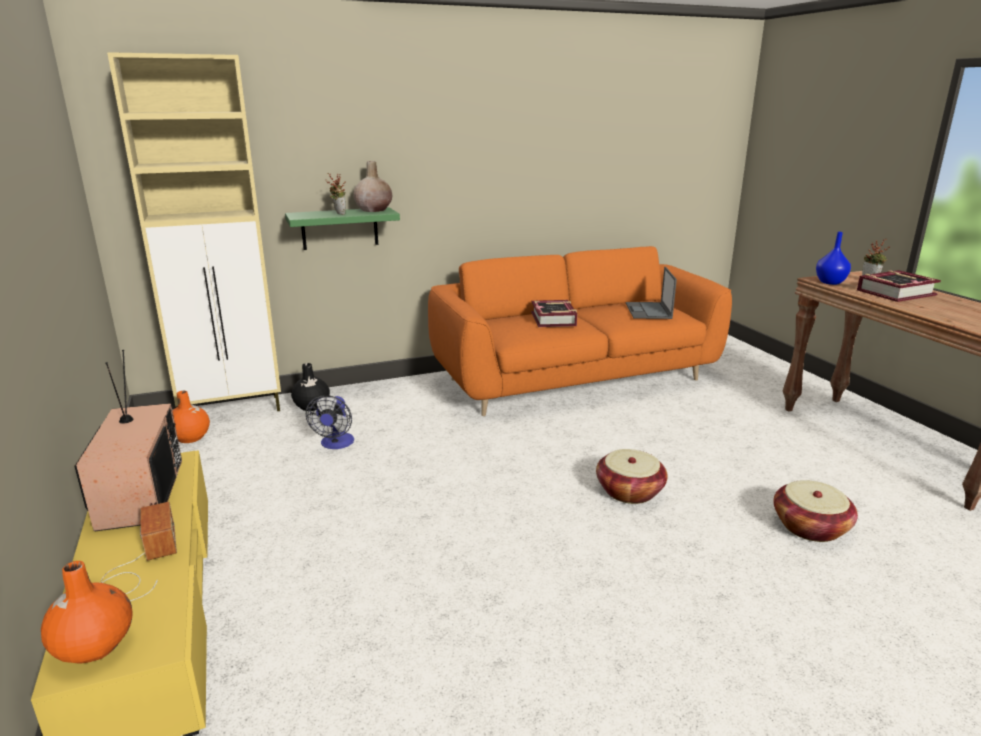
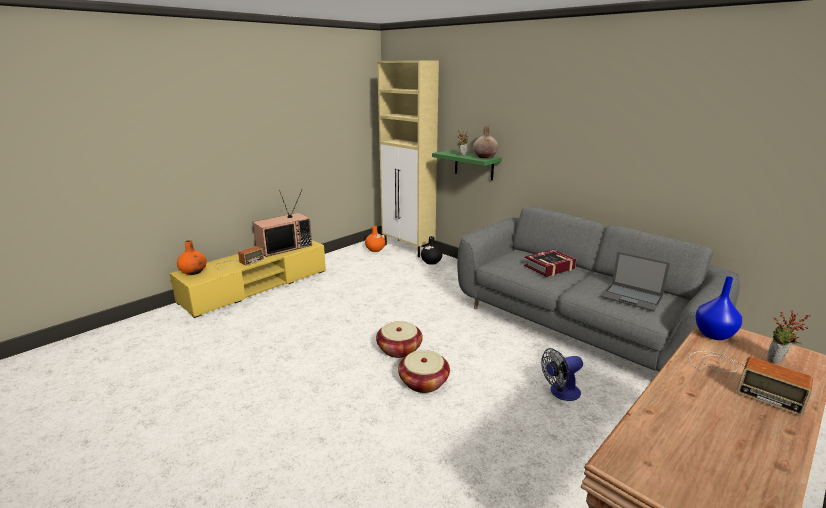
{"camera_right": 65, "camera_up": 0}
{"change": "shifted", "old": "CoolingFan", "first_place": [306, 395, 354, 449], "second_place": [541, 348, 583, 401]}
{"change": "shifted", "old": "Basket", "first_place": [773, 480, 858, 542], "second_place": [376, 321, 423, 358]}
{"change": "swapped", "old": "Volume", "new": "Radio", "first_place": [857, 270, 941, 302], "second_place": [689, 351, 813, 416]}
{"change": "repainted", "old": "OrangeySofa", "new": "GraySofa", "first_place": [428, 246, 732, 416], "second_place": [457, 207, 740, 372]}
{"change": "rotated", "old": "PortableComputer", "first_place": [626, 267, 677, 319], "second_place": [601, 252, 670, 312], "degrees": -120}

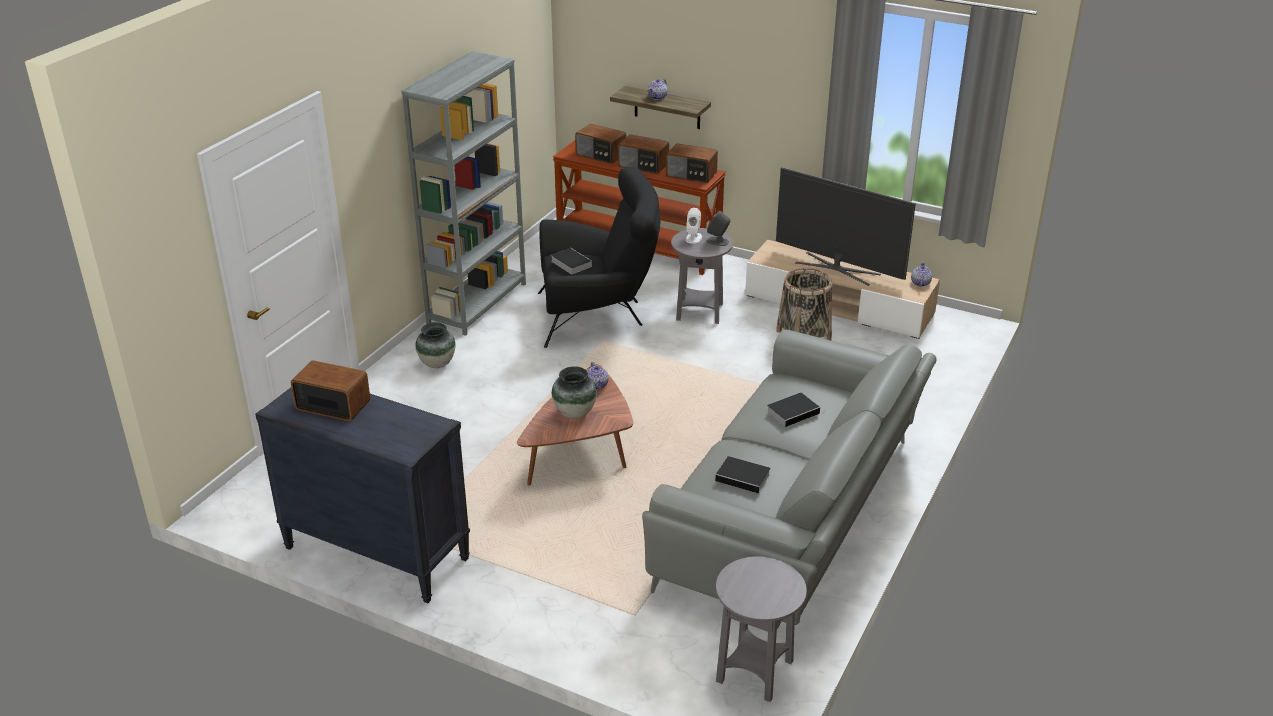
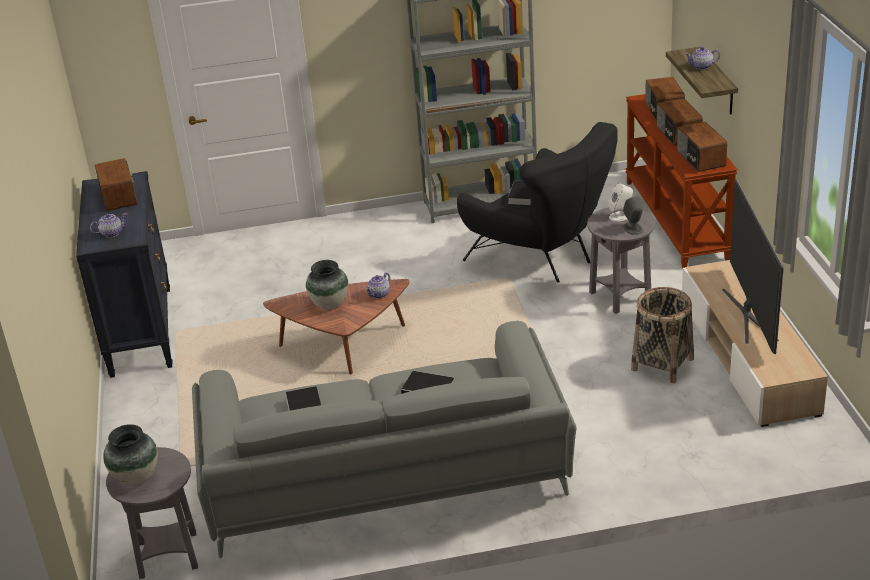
{"camera_right": 55, "camera_up": 0}
{"change": "shifted", "old": "DecorativeVase", "first_place": [415, 322, 456, 368], "second_place": [103, 424, 158, 485]}
{"change": "shifted", "old": "Teapot", "first_place": [911, 262, 932, 287], "second_place": [90, 213, 127, 238]}

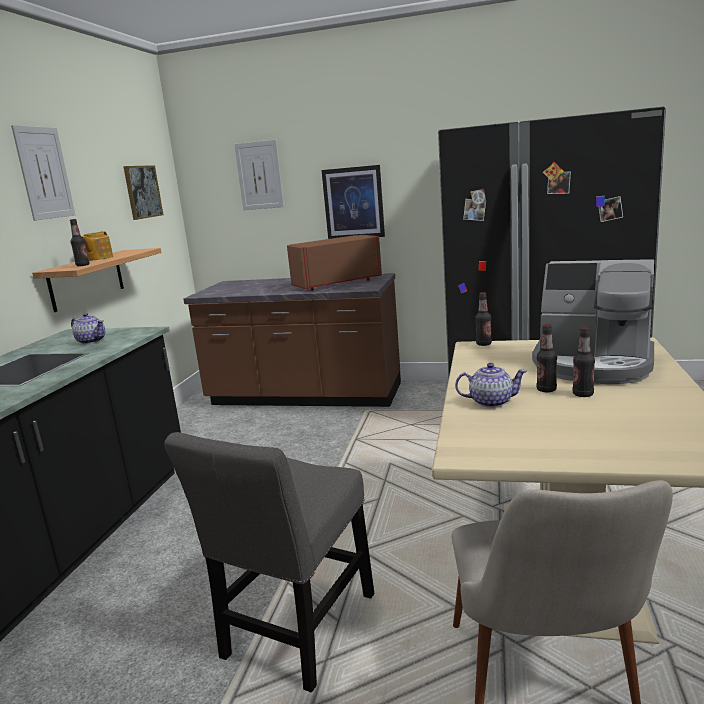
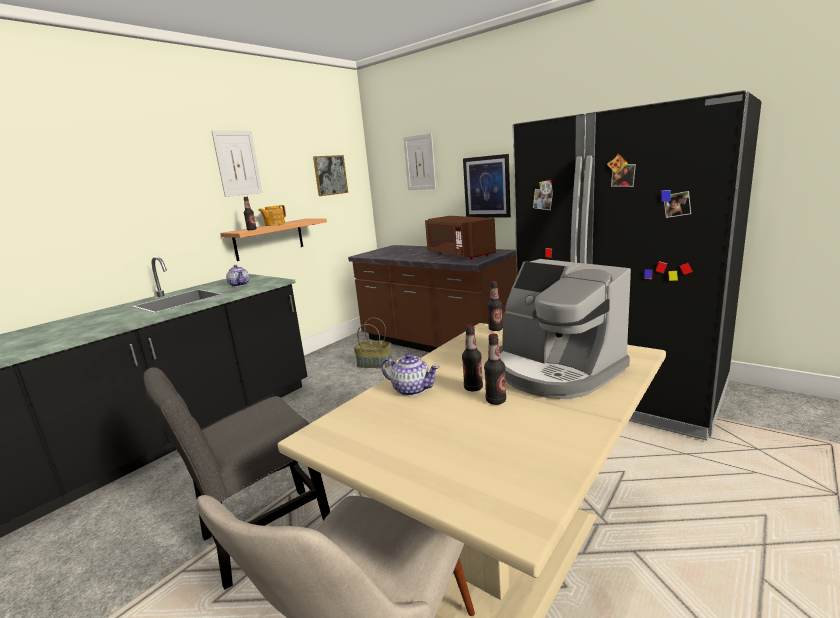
{"camera_right": 25, "camera_up": 0}
{"change": "new", "new": "Basket", "second_place": [354, 318, 392, 368]}
{"change": "rotated", "old": "BrownMicrowaveOven", "first_place": [287, 235, 382, 291], "second_place": [425, 216, 496, 259], "degrees": -120}

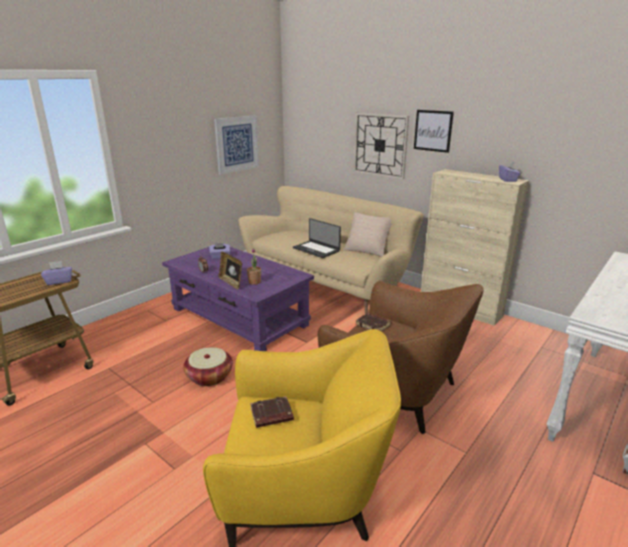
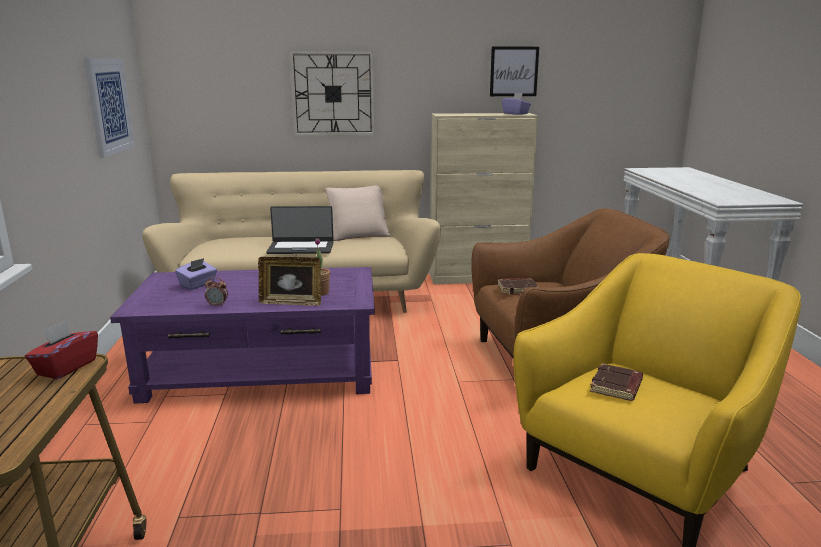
{"camera_right": -45, "camera_up": -5}
{"change": "gone", "old": "Basket", "first_place": [183, 347, 233, 386]}
{"change": "shifted", "old": "WallPicture", "first_place": [414, 110, 454, 153], "second_place": [490, 46, 539, 96]}
{"change": "repainted", "old": "PurpleColouredTissueBox", "new": "ReddishTissueBox", "first_place": [41, 261, 72, 285], "second_place": [25, 321, 98, 379]}

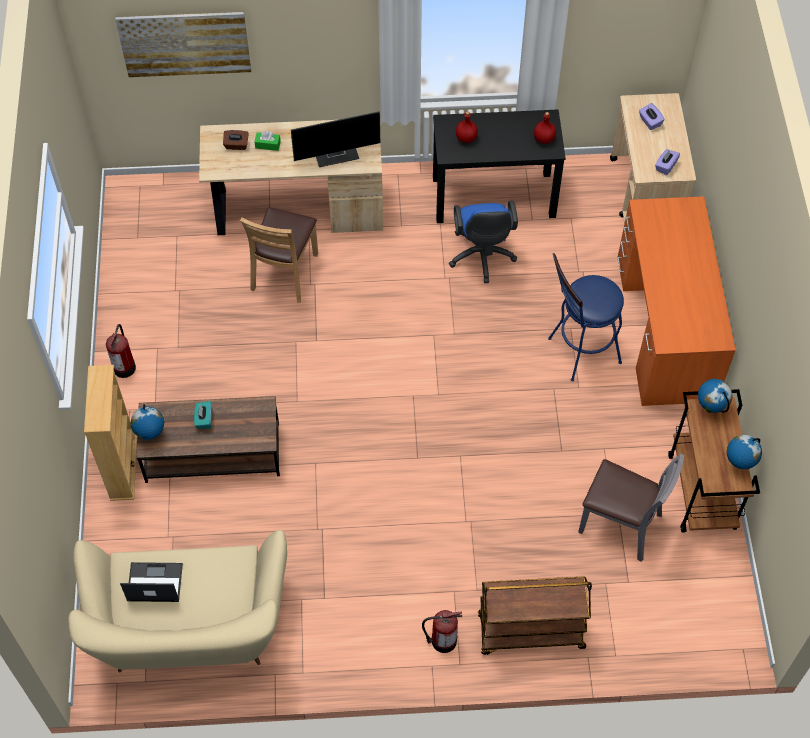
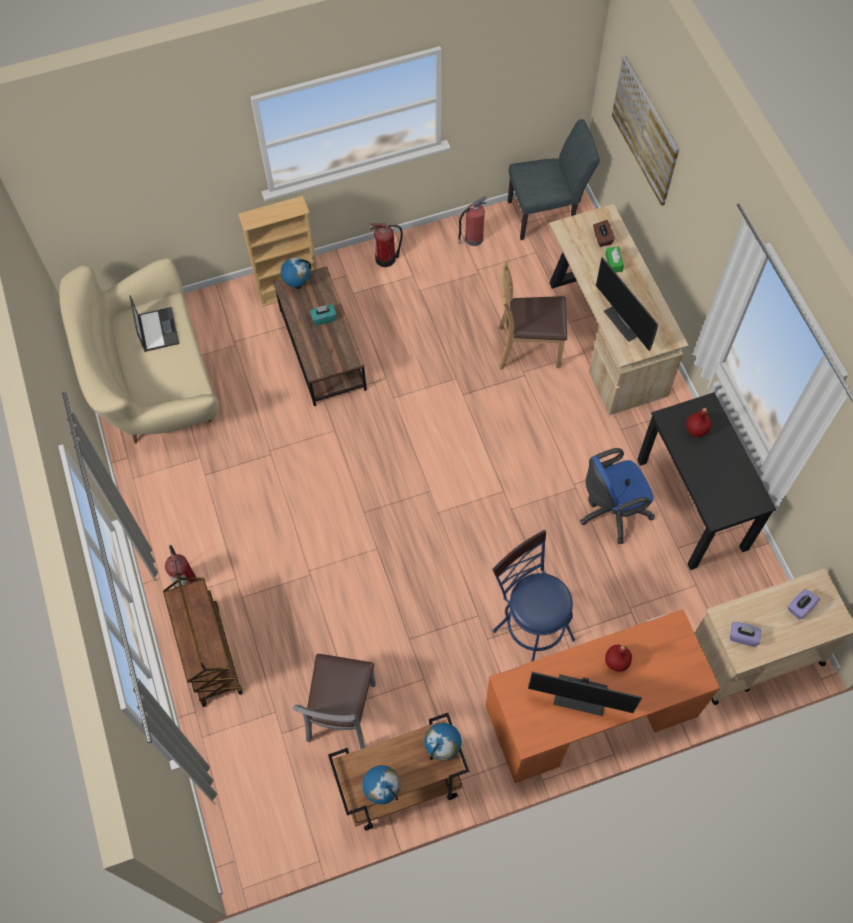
{"camera_right": 75, "camera_up": 5}
{"change": "new", "new": "Extinguisher", "second_place": [457, 196, 487, 246]}
{"change": "new", "new": "GrayChair", "second_place": [508, 119, 600, 240]}
{"change": "new", "new": "ComputerDisplay", "second_place": [528, 672, 642, 716]}
{"change": "shifted", "old": "ReddishDrinkBottle", "first_place": [534, 112, 556, 144], "second_place": [605, 645, 632, 672]}

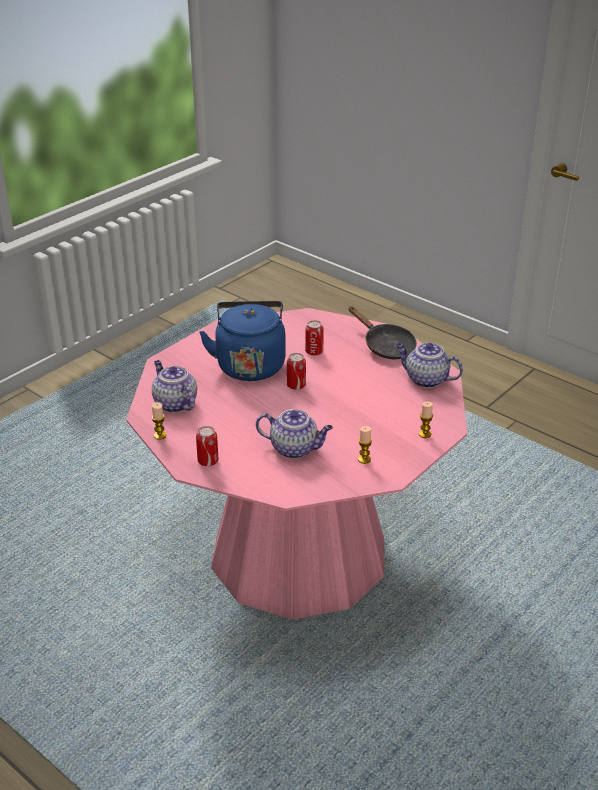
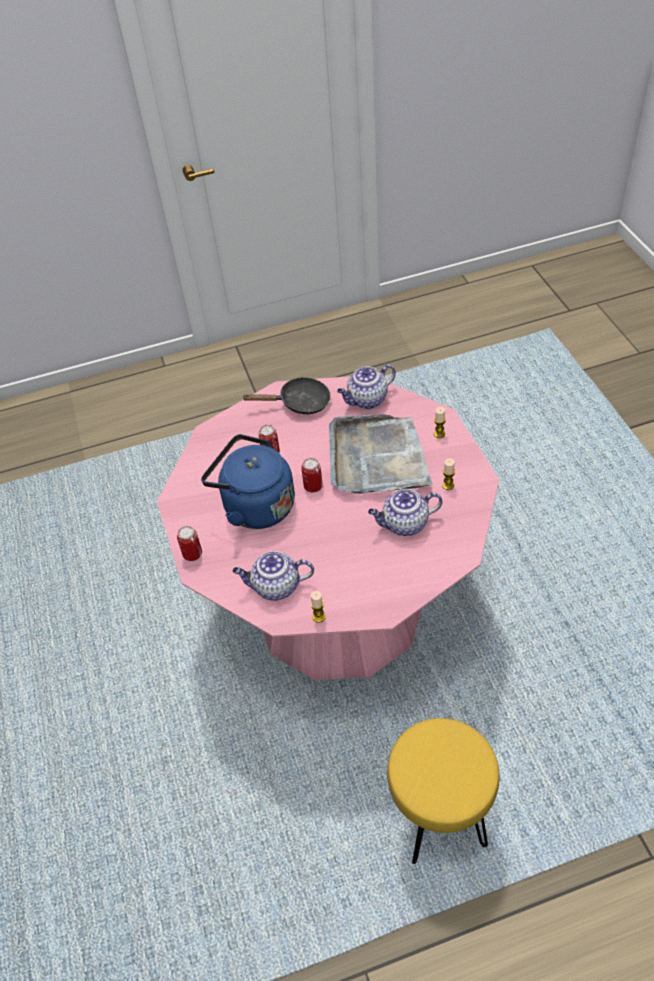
{"camera_right": -55, "camera_up": 15}
{"change": "new", "new": "GrayCarryingTray", "second_place": [329, 414, 433, 494]}
{"change": "new", "new": "YellowStool", "second_place": [387, 718, 499, 864]}
{"change": "shifted", "old": "Can", "first_place": [196, 426, 219, 466], "second_place": [177, 526, 202, 561]}
{"change": "rotated", "old": "Teapot", "first_place": [256, 409, 333, 459], "second_place": [368, 489, 442, 536], "degrees": -150}

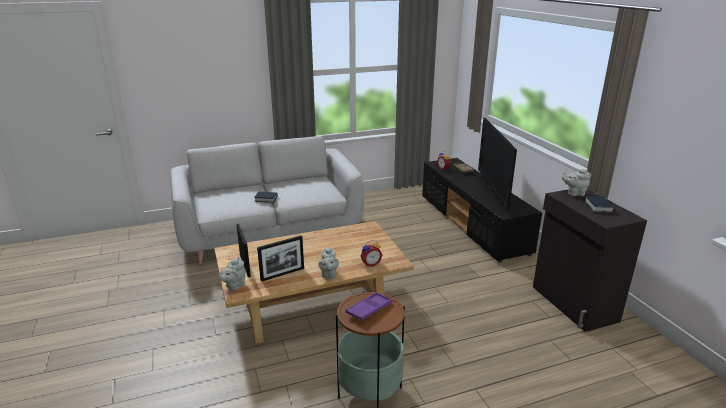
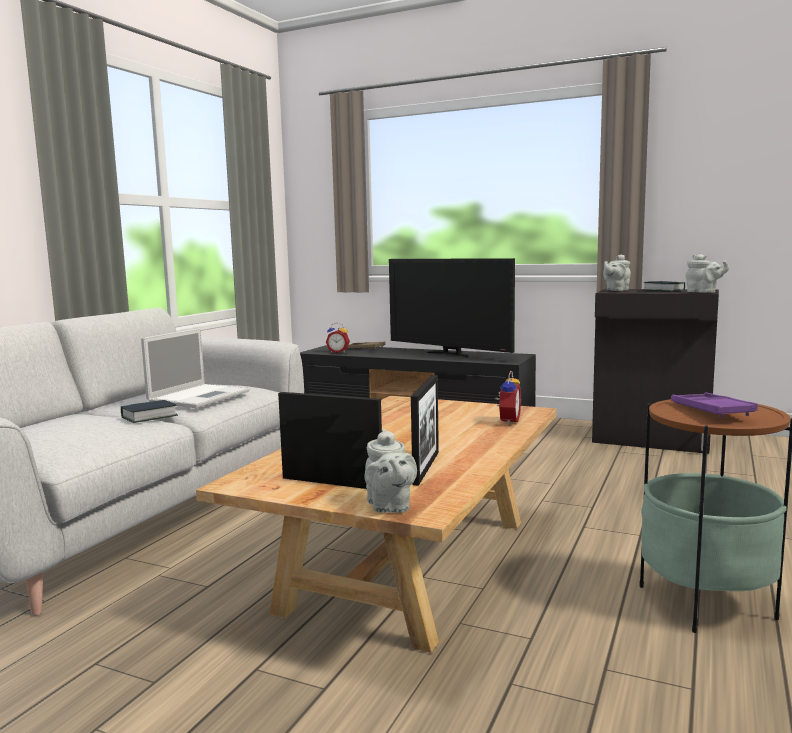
{"camera_right": -45, "camera_up": -15}
{"change": "new", "new": "PortableComputer", "second_place": [141, 328, 250, 408]}
{"change": "shifted", "old": "GrayTeapot", "first_place": [318, 246, 339, 279], "second_place": [686, 254, 729, 293]}

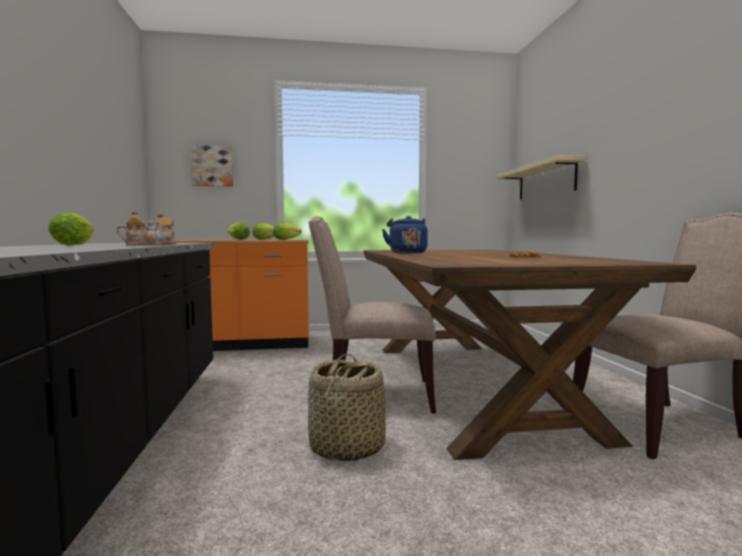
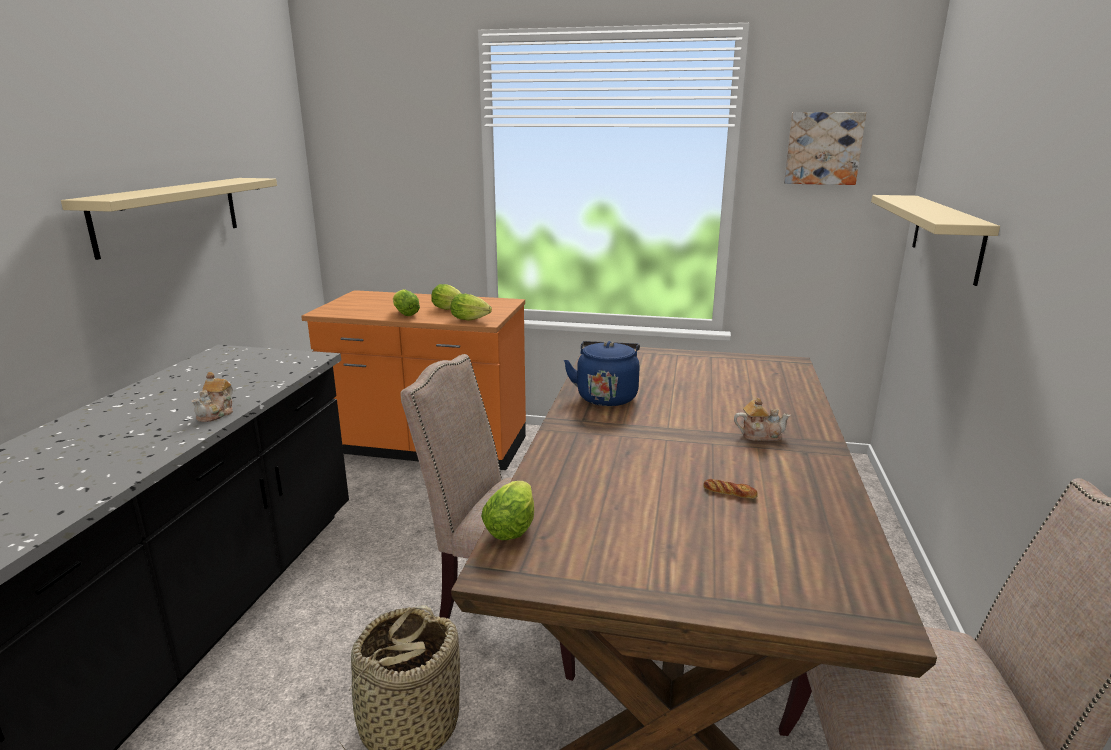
{"camera_right": 20, "camera_up": 15}
{"change": "new", "new": "BeigeWallShelf", "second_place": [61, 178, 277, 260]}
{"change": "shifted", "old": "Lettuce", "first_place": [48, 212, 94, 246], "second_place": [481, 481, 534, 540]}
{"change": "shifted", "old": "Teapot", "first_place": [116, 210, 166, 245], "second_place": [734, 398, 791, 441]}
{"change": "shifted", "old": "WallPicture", "first_place": [190, 145, 233, 187], "second_place": [784, 112, 866, 185]}

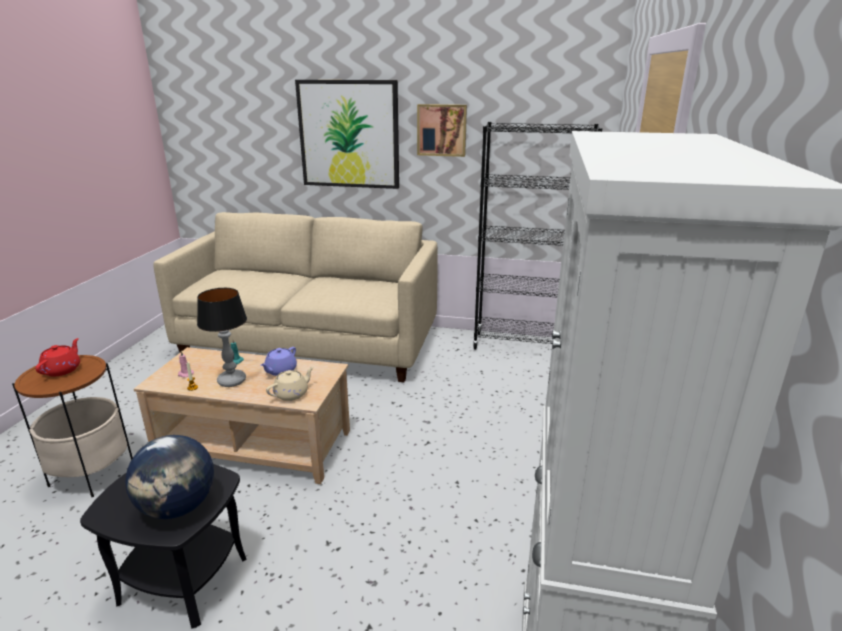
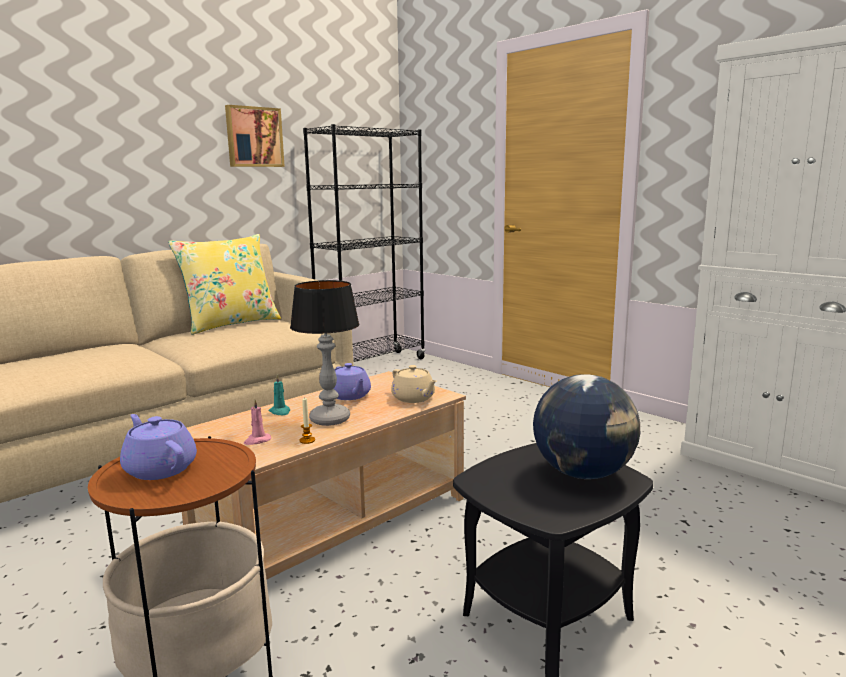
{"camera_right": -55, "camera_up": -10}
{"change": "gone", "old": "WallPicture", "first_place": [295, 80, 399, 189]}
{"change": "new", "new": "YellowPillow", "second_place": [168, 234, 281, 335]}
{"change": "repainted", "old": "ReddishTeapot", "new": "PurpleColouredTeapot", "first_place": [35, 338, 80, 376], "second_place": [120, 414, 197, 480]}
{"change": "rotated", "old": "BeigeTeapot", "first_place": [266, 366, 314, 401], "second_place": [391, 365, 437, 403], "degrees": 150}

